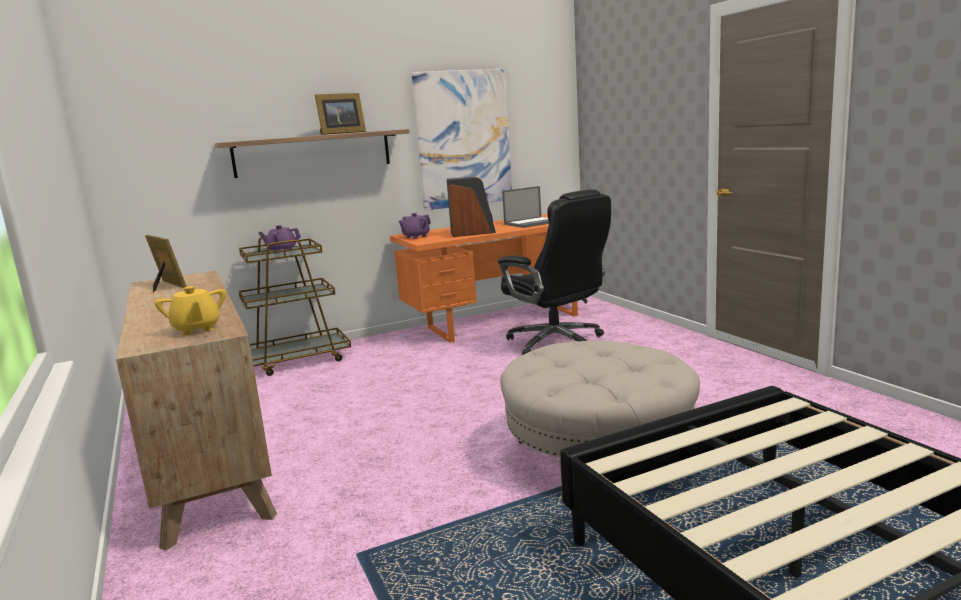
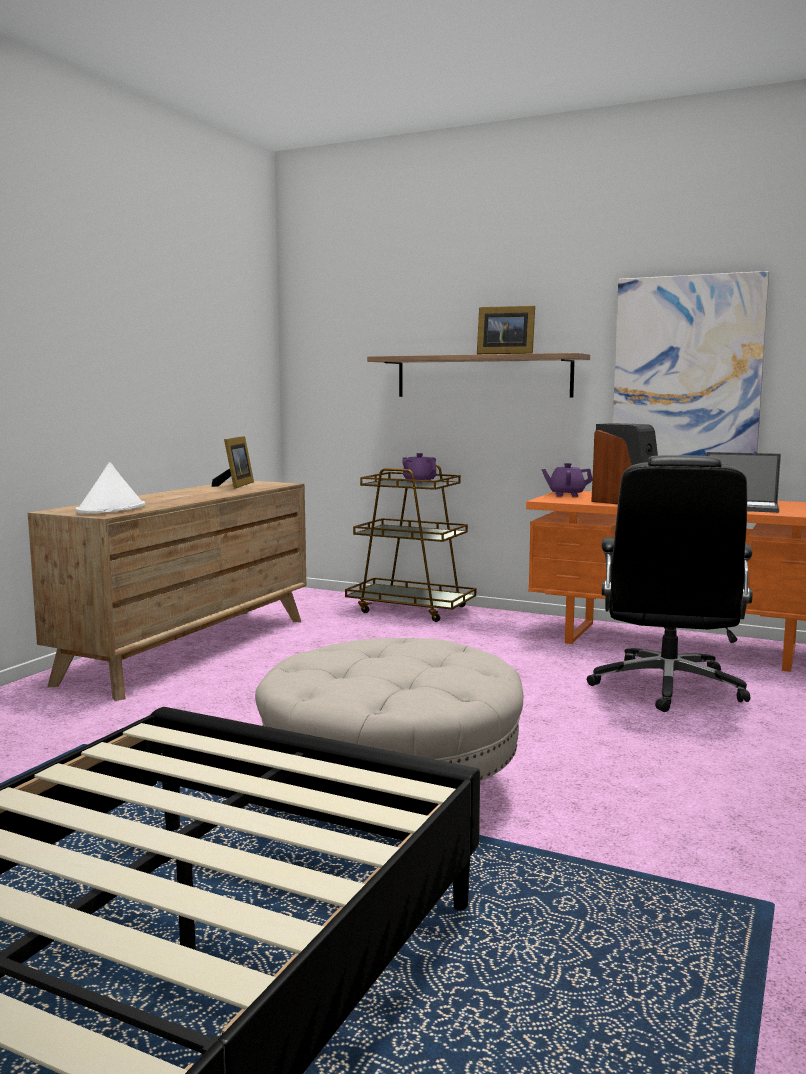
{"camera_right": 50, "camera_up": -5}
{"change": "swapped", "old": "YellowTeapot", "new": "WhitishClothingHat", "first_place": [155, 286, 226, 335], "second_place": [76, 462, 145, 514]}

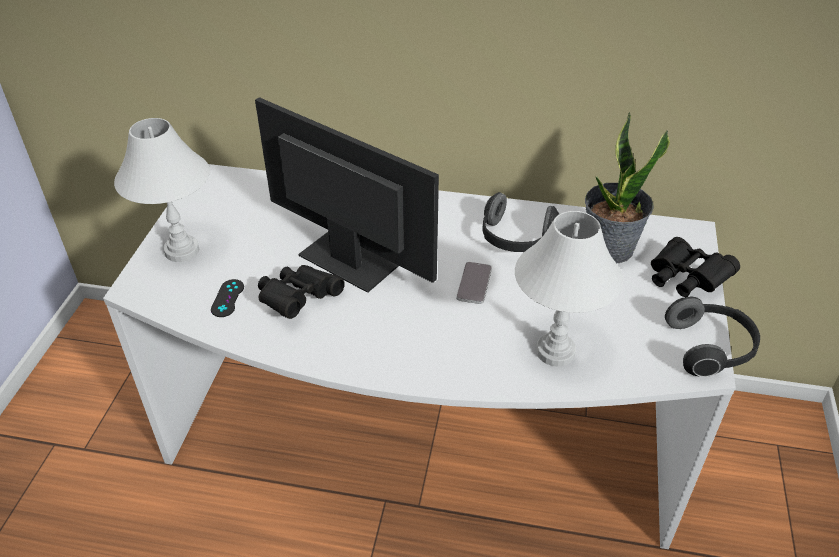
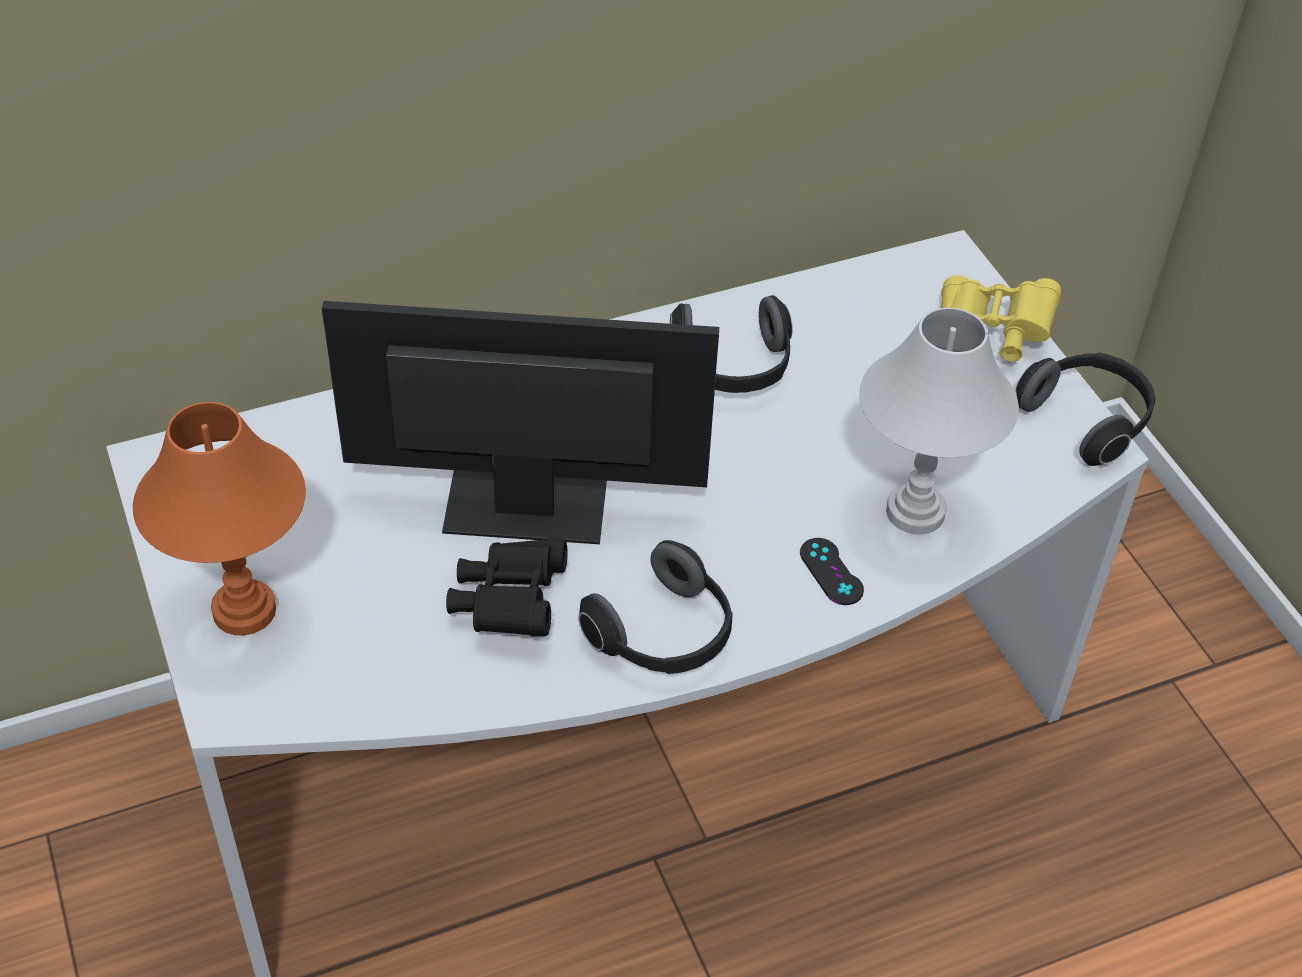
{"camera_right": -35, "camera_up": 5}
{"change": "gone", "old": "Handset", "first_place": [456, 262, 492, 304]}
{"change": "gone", "old": "PottedPlant", "first_place": [585, 112, 670, 263]}
{"change": "new", "new": "PairOfHeadphones", "second_place": [578, 540, 732, 674]}
{"change": "shifted", "old": "BlackJoypad", "first_place": [211, 279, 244, 317], "second_place": [800, 538, 864, 605]}
{"change": "repainted", "old": "WhitishTableLamp", "new": "OrangeyTableLamp", "first_place": [114, 118, 210, 262], "second_place": [133, 402, 306, 635]}
{"change": "repainted", "old": "BlackPairOfBinoculars", "new": "YellowPairOfBinoculars", "first_place": [651, 237, 740, 297], "second_place": [941, 275, 1061, 362]}

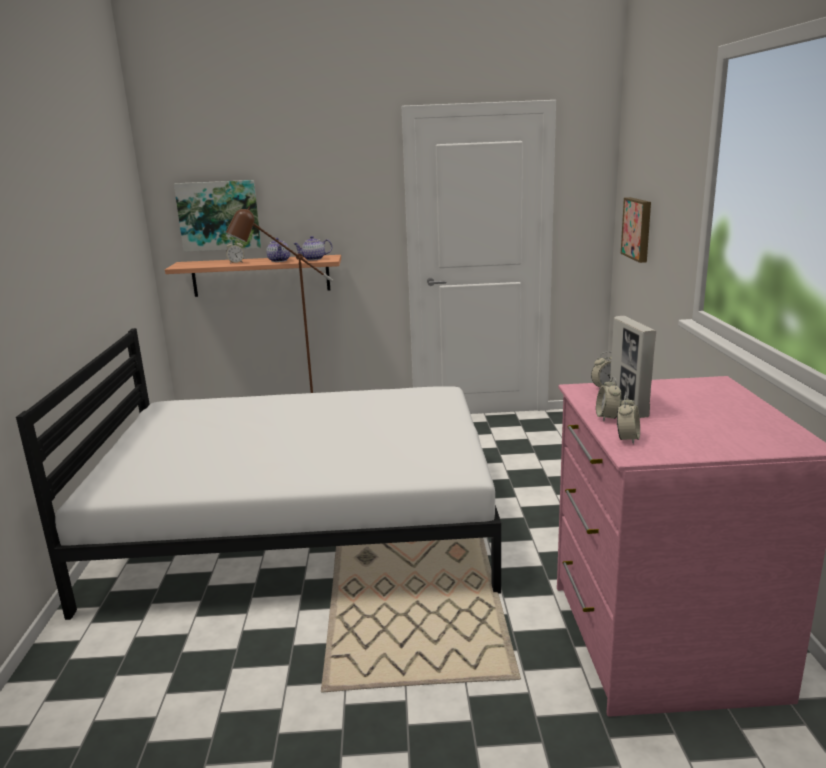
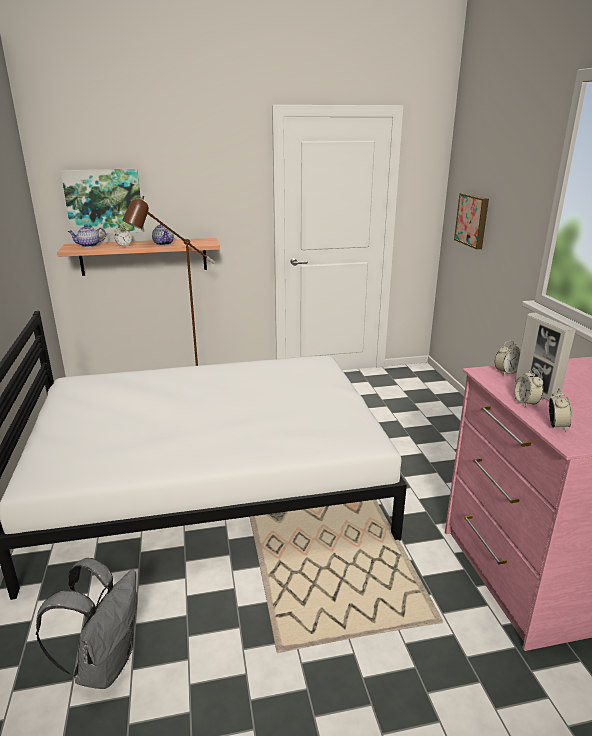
{"camera_right": -10, "camera_up": 5}
{"change": "new", "new": "GrayKnapsack", "second_place": [36, 558, 137, 689]}
{"change": "shifted", "old": "Teapot", "first_place": [293, 236, 332, 260], "second_place": [68, 224, 106, 247]}

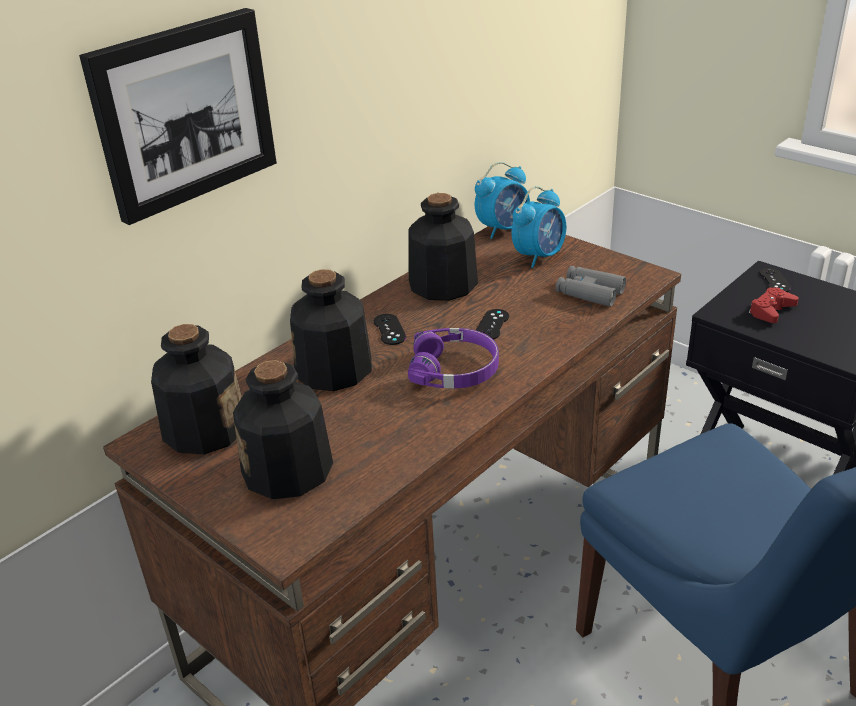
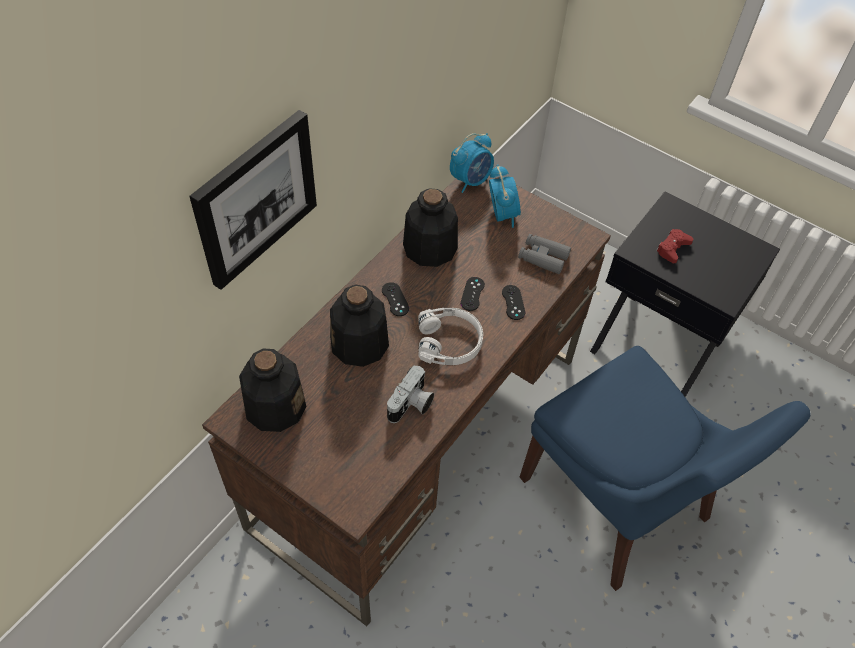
{"camera_right": -10, "camera_up": 20}
{"change": "gone", "old": "DrinkBottle", "first_place": [233, 360, 333, 499]}
{"change": "new", "new": "PhotoCamera", "second_place": [387, 365, 434, 423]}
{"change": "shifted", "old": "BlackJoypad", "first_place": [760, 268, 791, 292], "second_place": [502, 285, 525, 320]}
{"change": "repainted", "old": "PurpleColouredPairOfHeadphones", "new": "WhitishPairOfHeadphones", "first_place": [408, 328, 499, 388], "second_place": [418, 308, 483, 365]}
{"change": "rotated", "old": "AlarmClock", "first_place": [512, 186, 566, 268], "second_place": [489, 165, 521, 228], "degrees": -45}

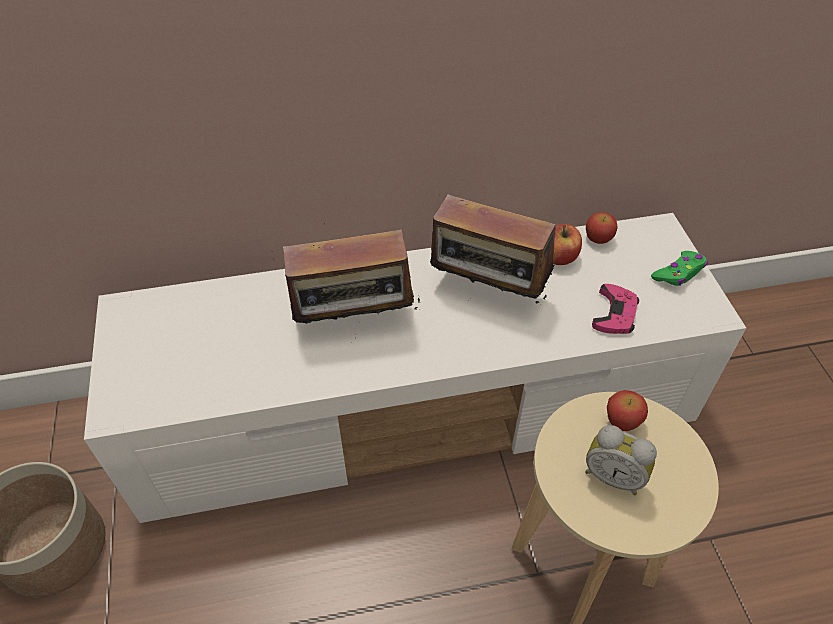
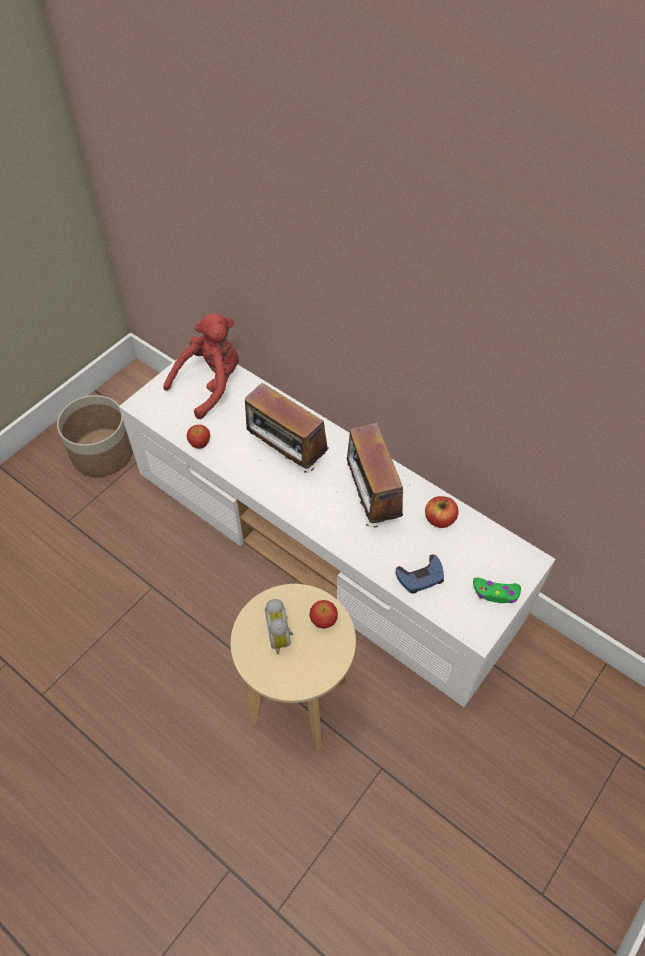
{"camera_right": 50, "camera_up": 5}
{"change": "new", "new": "ReddishPlushToy", "second_place": [163, 313, 239, 419]}
{"change": "shifted", "old": "WholeApple", "first_place": [586, 213, 618, 244], "second_place": [187, 425, 210, 449]}
{"change": "repainted", "old": "PinkishJoypad", "new": "BlueColouredJoypad", "first_place": [592, 284, 639, 334], "second_place": [396, 554, 444, 594]}

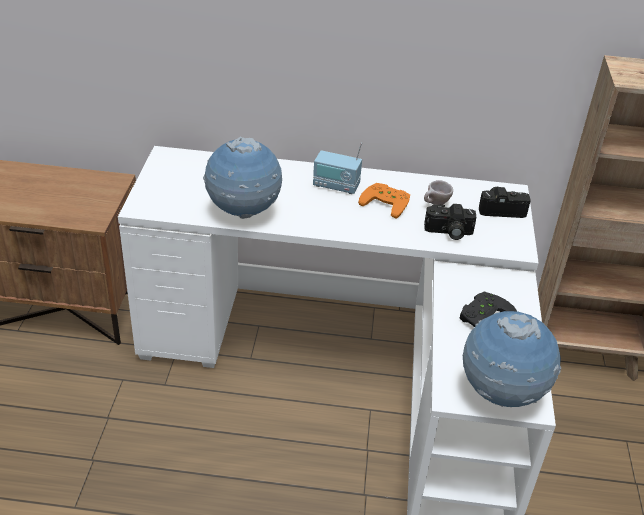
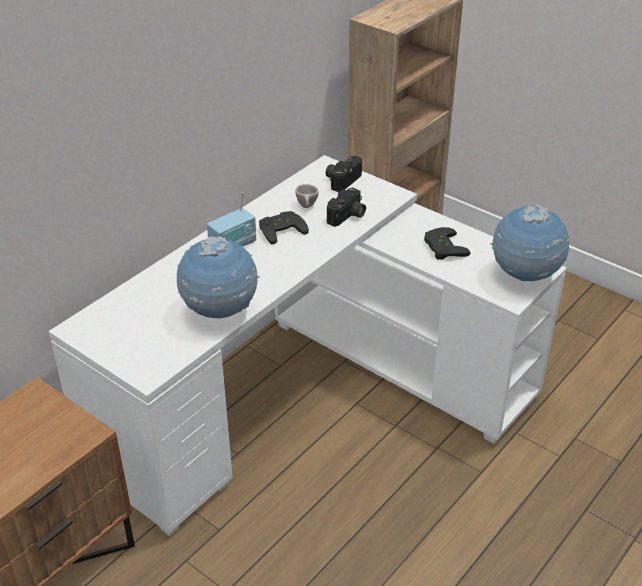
{"camera_right": -55, "camera_up": 0}
{"change": "repainted", "old": "OrangeyJoypad", "new": "BlackJoypad", "first_place": [358, 183, 410, 219], "second_place": [259, 211, 309, 245]}

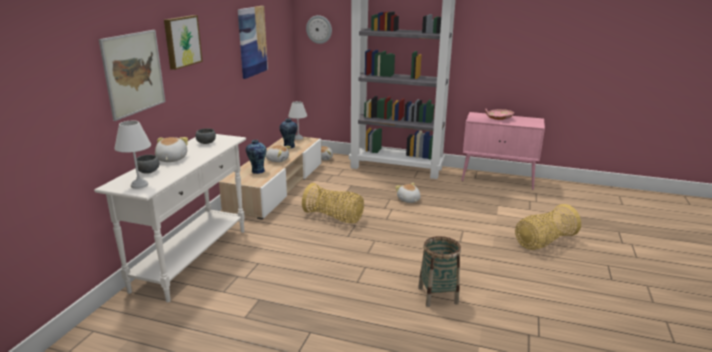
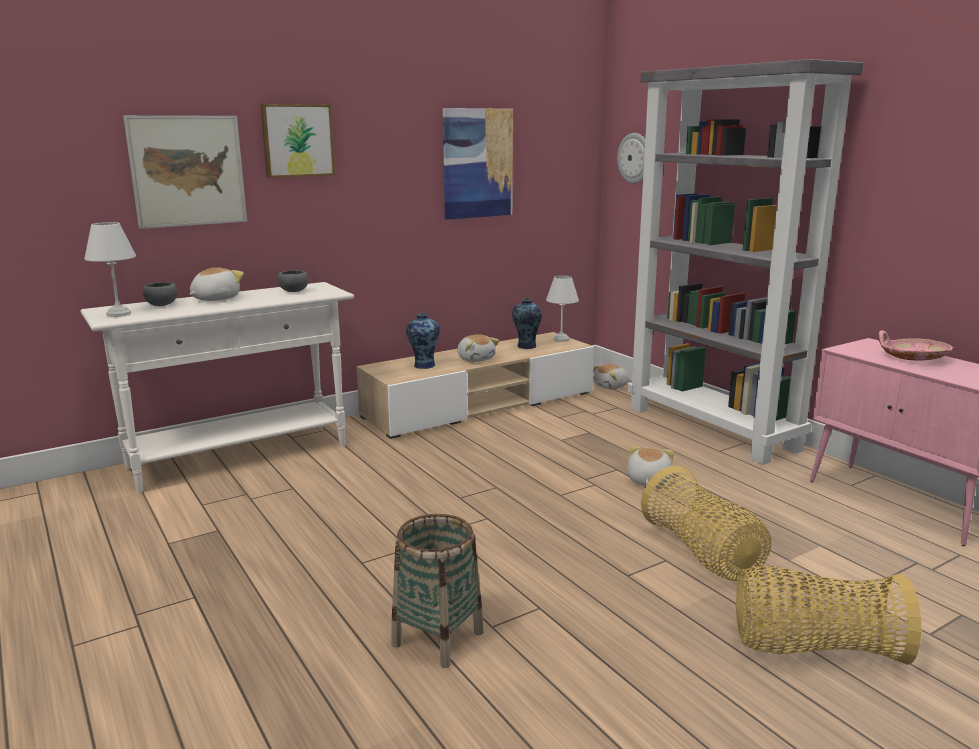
{"camera_right": 40, "camera_up": -5}
{"change": "shifted", "old": "Basket", "first_place": [302, 183, 364, 223], "second_place": [641, 466, 771, 581]}

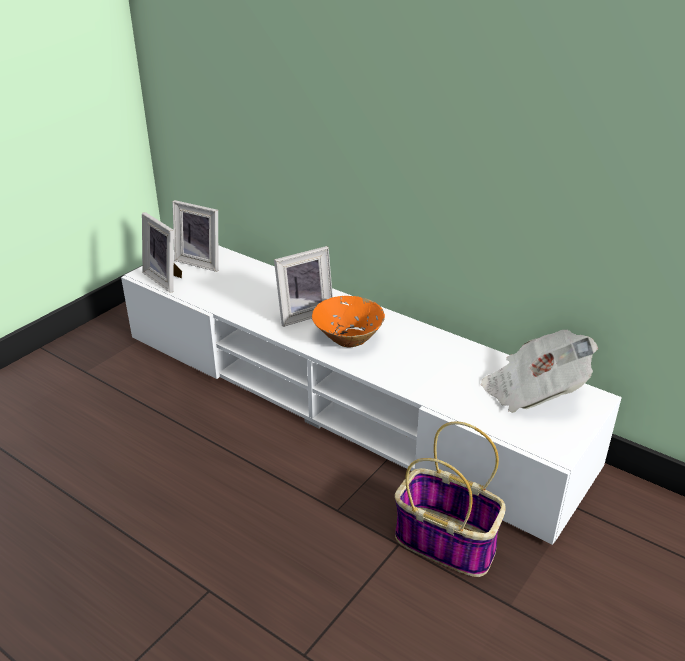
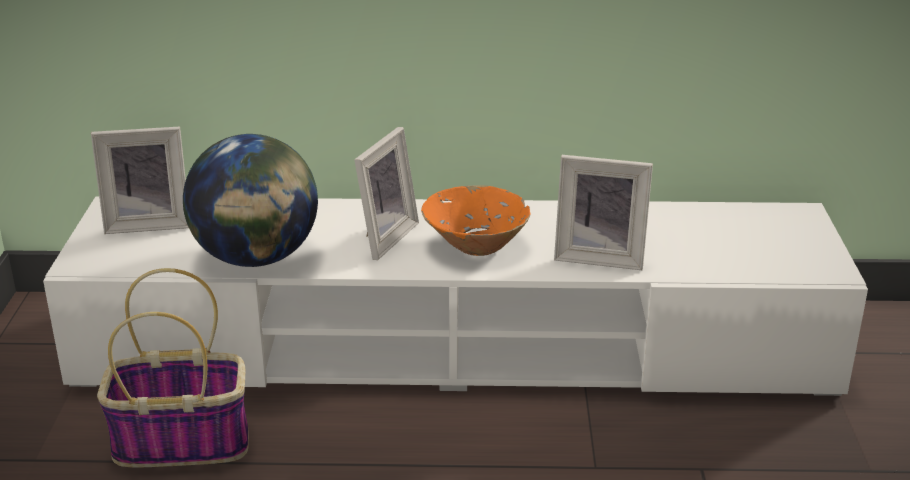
{"camera_right": -35, "camera_up": -5}
{"change": "gone", "old": "Newspaper", "first_place": [481, 330, 598, 413]}
{"change": "new", "new": "WorldGlobe", "second_place": [183, 134, 318, 267]}
{"change": "shifted", "old": "PhotoFrame", "first_place": [142, 212, 182, 293], "second_place": [554, 155, 653, 270]}
{"change": "shifted", "old": "Basket", "first_place": [395, 421, 506, 577], "second_place": [97, 268, 249, 467]}

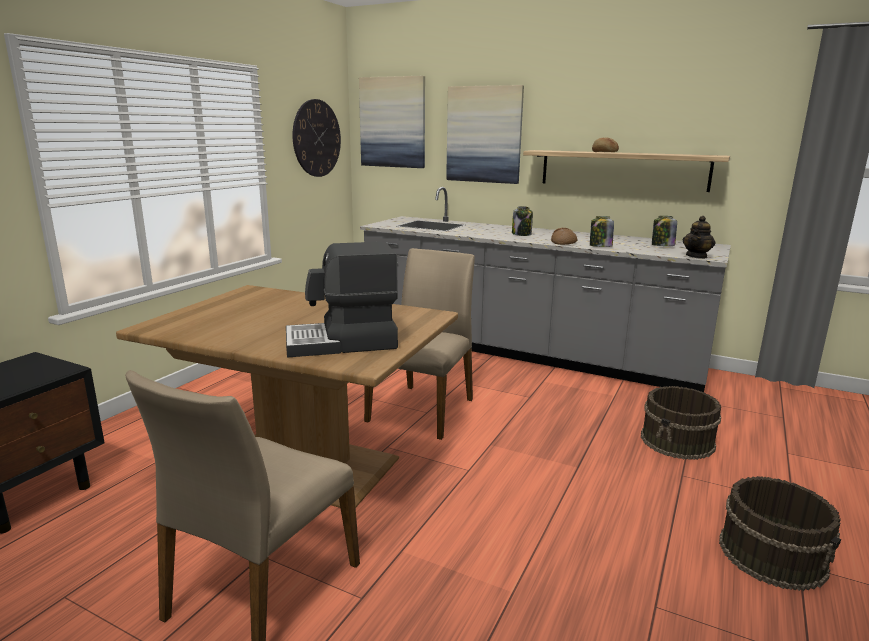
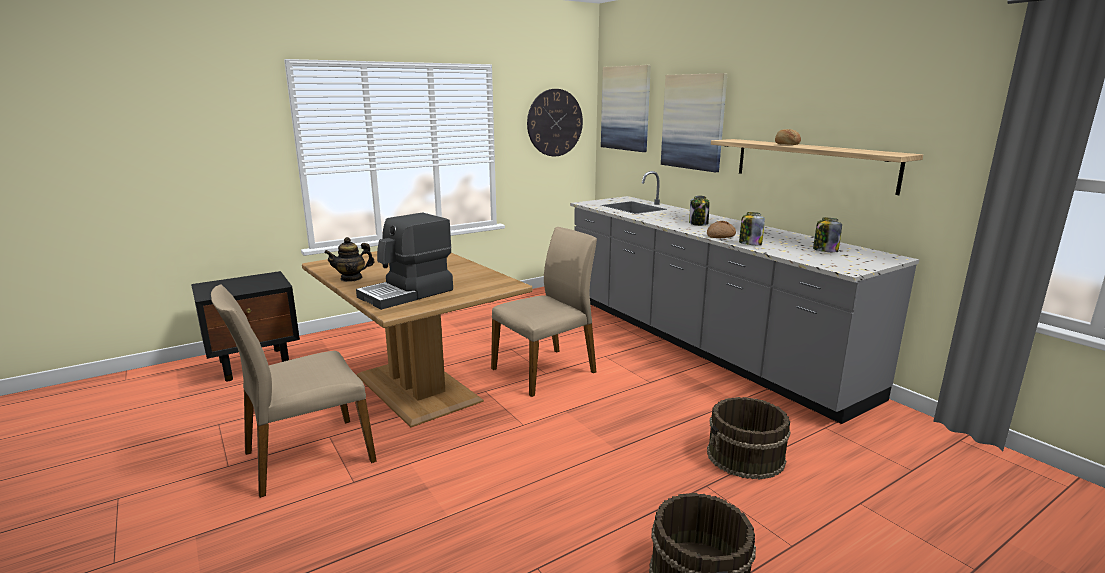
{"camera_right": 30, "camera_up": 0}
{"change": "shifted", "old": "Teapot", "first_place": [683, 216, 715, 259], "second_place": [324, 237, 374, 282]}
{"change": "rotated", "old": "CoffeeBrewer", "first_place": [286, 242, 398, 357], "second_place": [356, 213, 453, 310], "degrees": -60}

